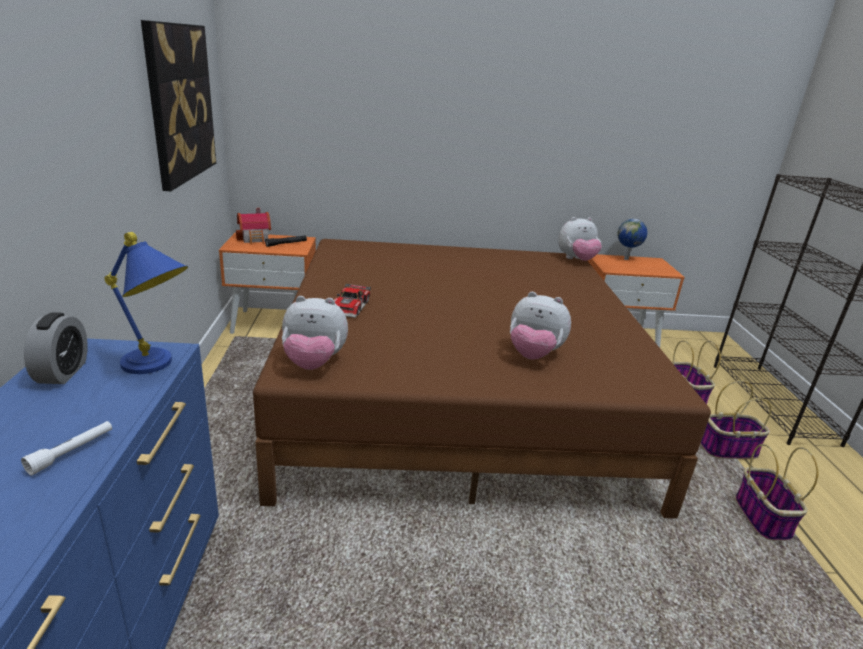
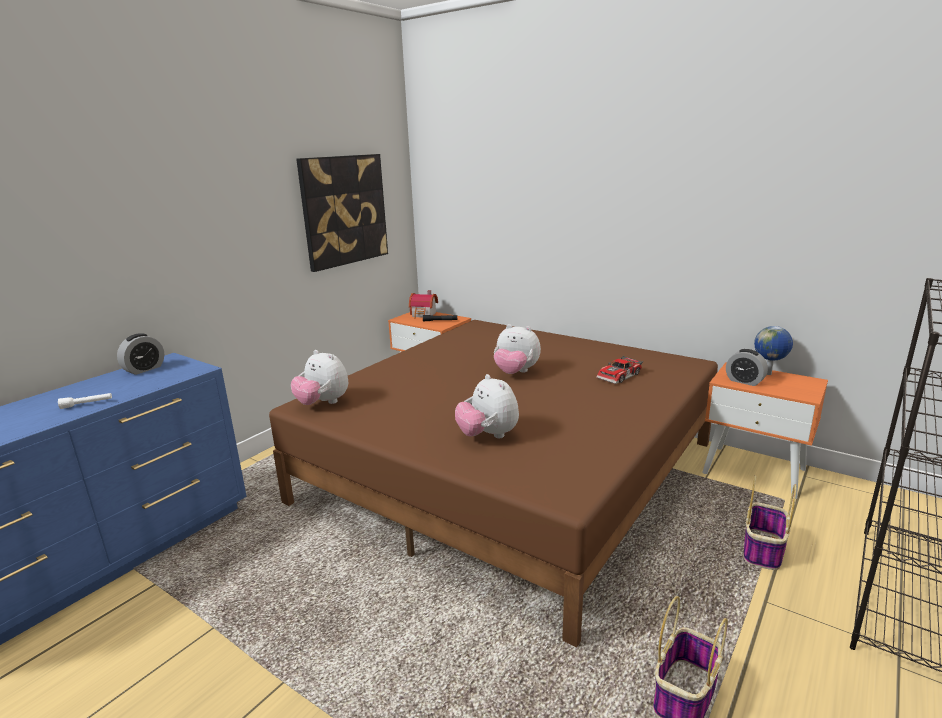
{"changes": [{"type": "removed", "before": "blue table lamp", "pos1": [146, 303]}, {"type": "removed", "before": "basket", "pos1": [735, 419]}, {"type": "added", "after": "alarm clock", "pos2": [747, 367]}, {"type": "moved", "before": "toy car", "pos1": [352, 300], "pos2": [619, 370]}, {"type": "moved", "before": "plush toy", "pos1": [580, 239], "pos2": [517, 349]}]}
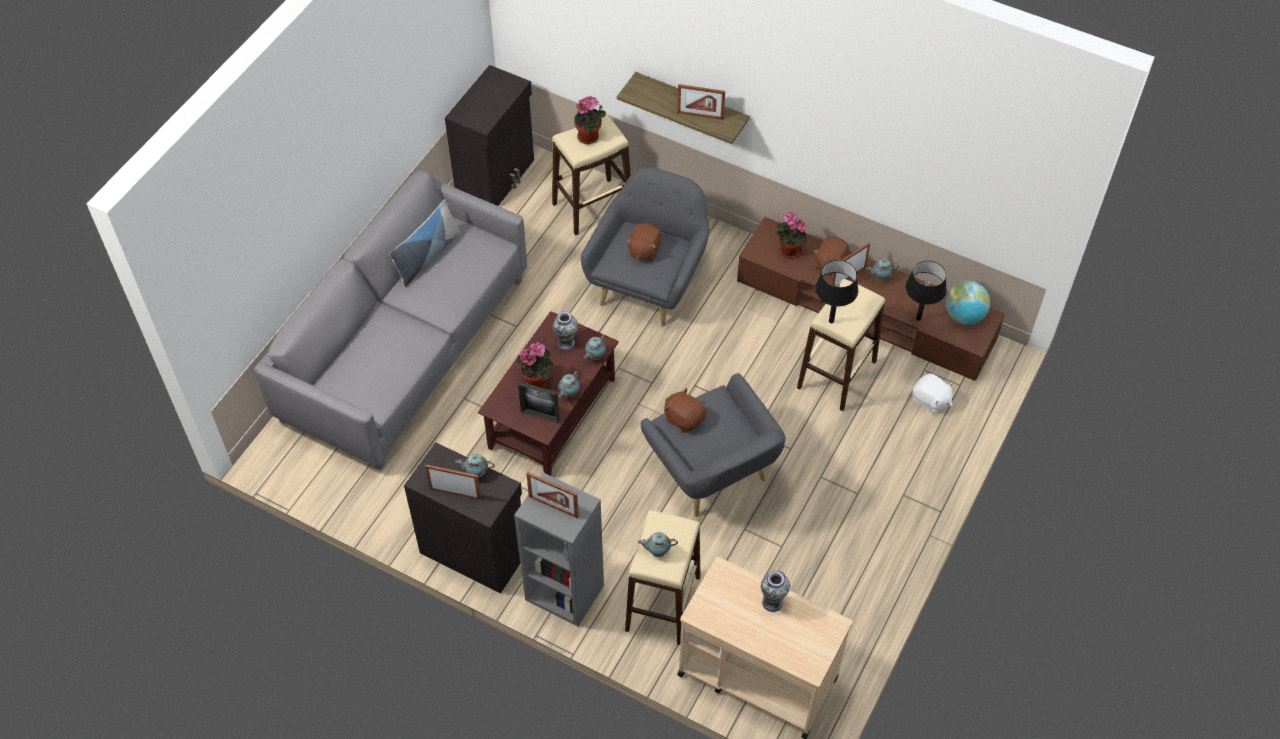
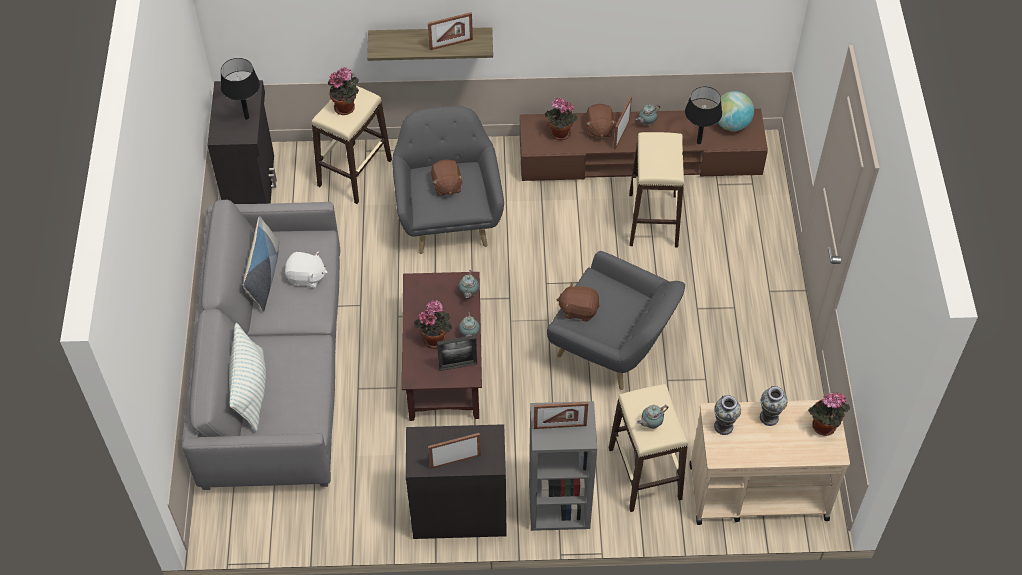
{"changes": [{"type": "removed", "before": "teapot", "pos1": [475, 465]}, {"type": "added", "after": "pillow", "pos2": [247, 377]}, {"type": "added", "after": "potted plant", "pos2": [829, 414]}, {"type": "moved", "before": "vase", "pos1": [565, 331], "pos2": [727, 415]}, {"type": "moved", "before": "black table lamp", "pos1": [836, 291], "pos2": [240, 89]}, {"type": "moved", "before": "white plush toy", "pos1": [933, 394], "pos2": [306, 270]}]}
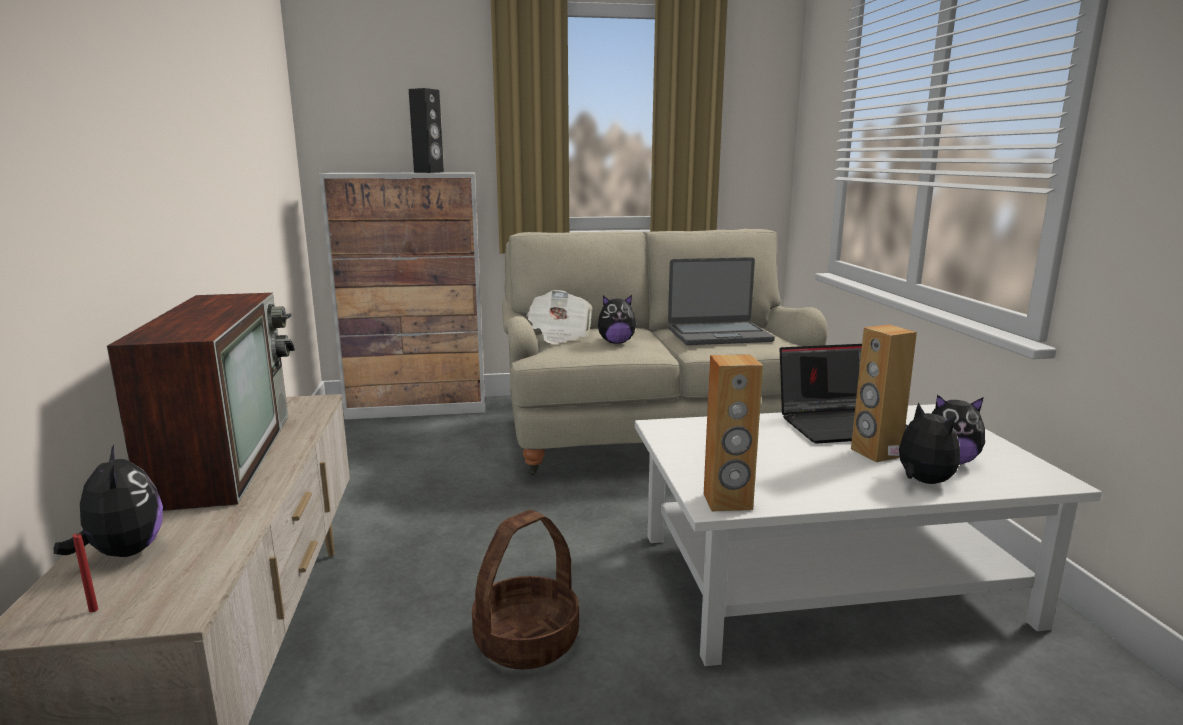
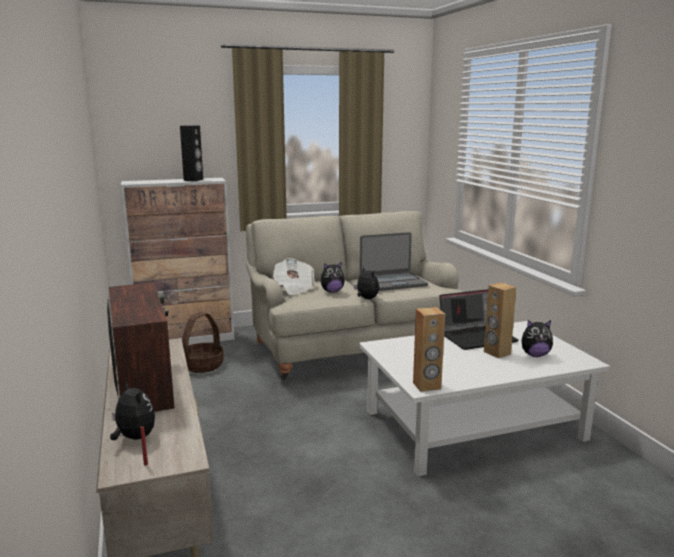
{"changes": [{"type": "moved", "before": "basket", "pos1": [525, 590], "pos2": [203, 342]}, {"type": "moved", "before": "plush toy", "pos1": [924, 443], "pos2": [366, 282]}]}
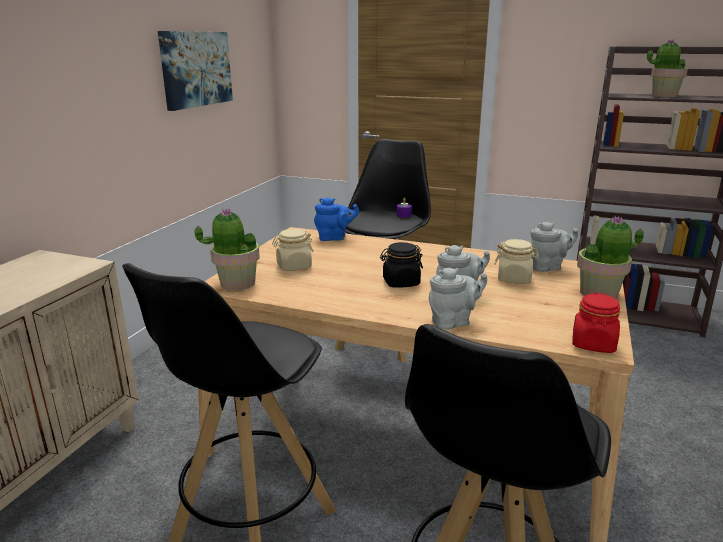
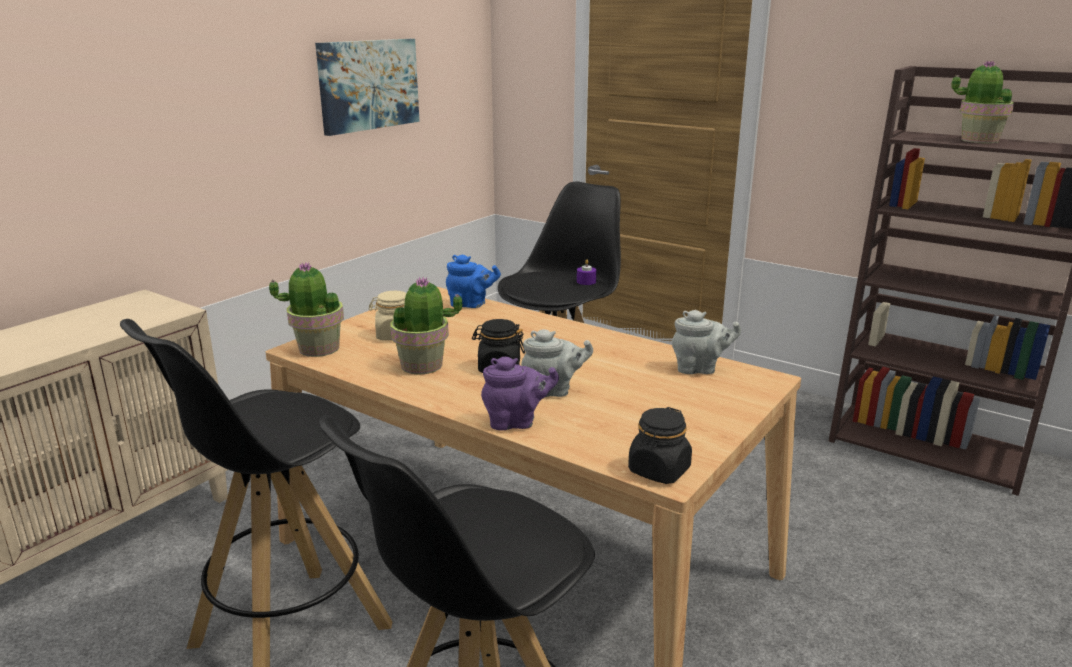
{"changes": [{"type": "removed", "before": "beige jar", "pos1": [517, 261]}, {"type": "moved", "before": "potted plant", "pos1": [610, 257], "pos2": [426, 326]}, {"type": "recoloured", "before": "grey teapot", "after": "purple teapot", "pos1": [458, 299], "pos2": [520, 393]}, {"type": "recoloured", "before": "red jar", "after": "black jar", "pos1": [596, 323], "pos2": [660, 445]}]}
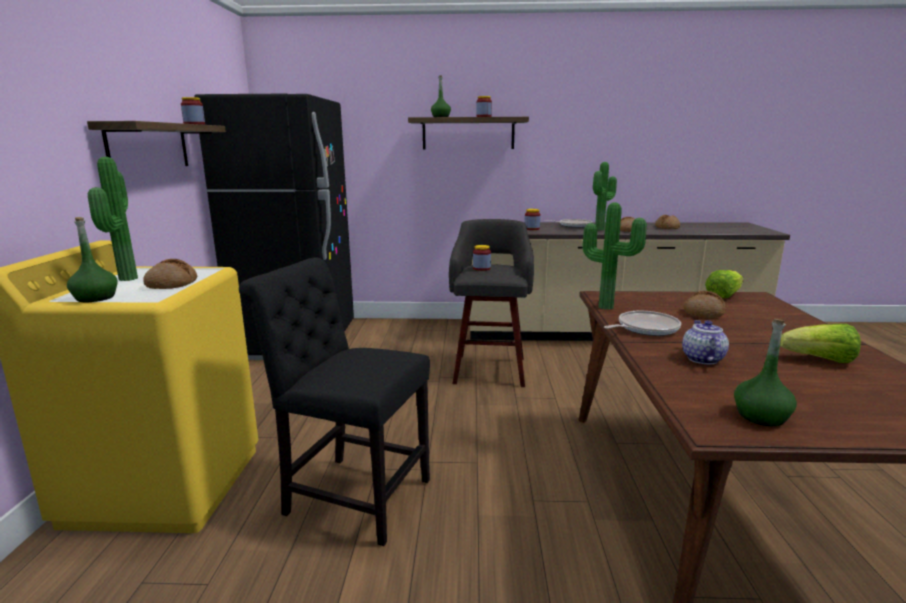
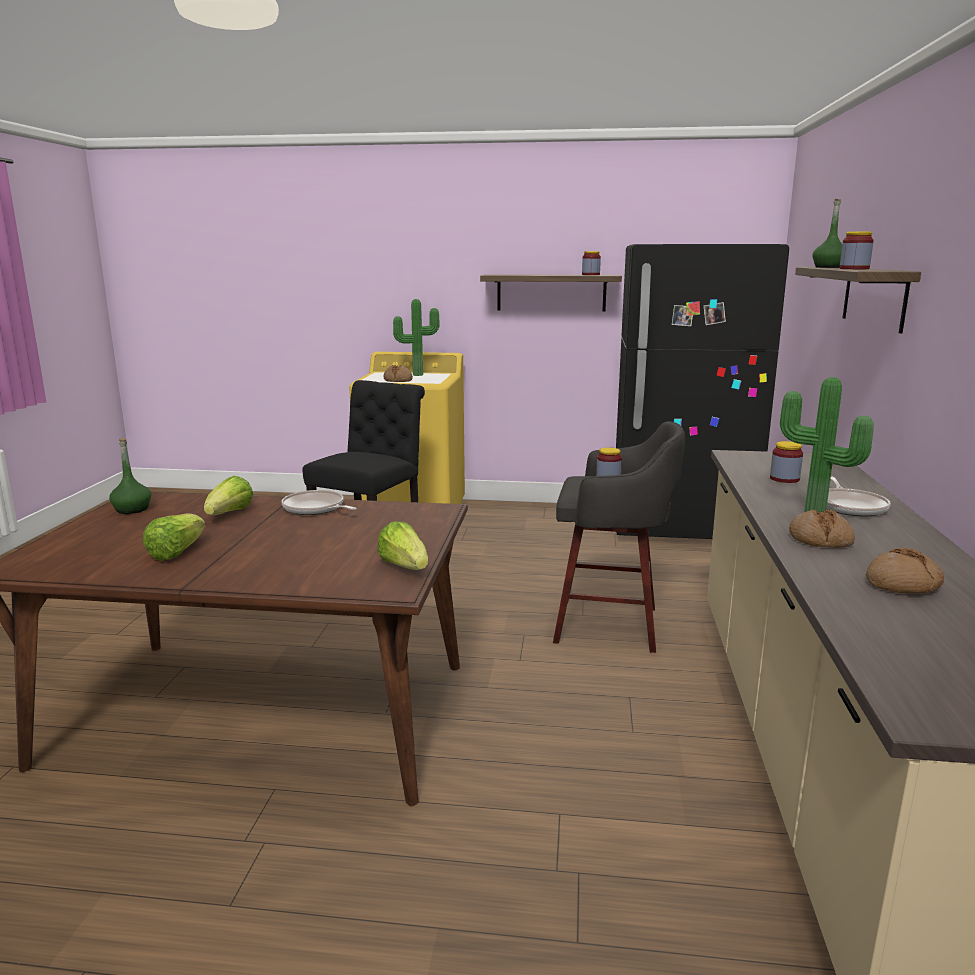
{"changes": [{"type": "removed", "before": "green bottle", "pos1": [92, 259]}, {"type": "removed", "before": "potted plant", "pos1": [614, 256]}, {"type": "removed", "before": "bread", "pos1": [704, 304]}, {"type": "replaced", "before": "teapot", "after": "lettuce", "pos1": [705, 342], "pos2": [229, 495]}, {"type": "turned", "before": "frying pan", "pos1": [642, 323], "pos2": [319, 502], "turn": 150}]}
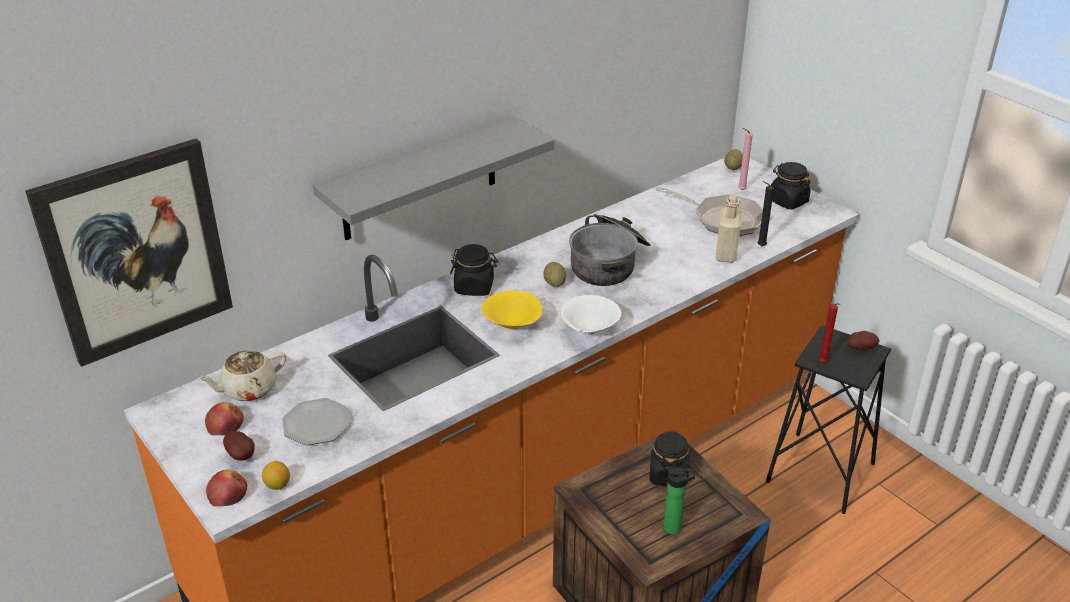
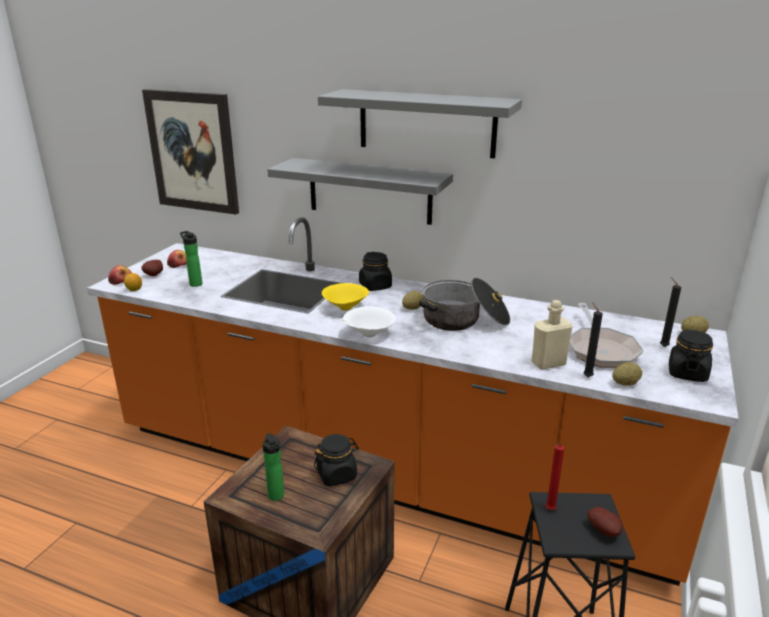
{"changes": [{"type": "removed", "before": "beige teapot", "pos1": [242, 375]}, {"type": "added", "after": "grey shelf", "pos2": [420, 124]}, {"type": "added", "after": "potato", "pos2": [627, 374]}, {"type": "replaced", "before": "plate", "after": "bottle", "pos1": [316, 421], "pos2": [191, 259]}, {"type": "recoloured", "before": "pink candle", "after": "black candle", "pos1": [745, 159], "pos2": [670, 312]}]}
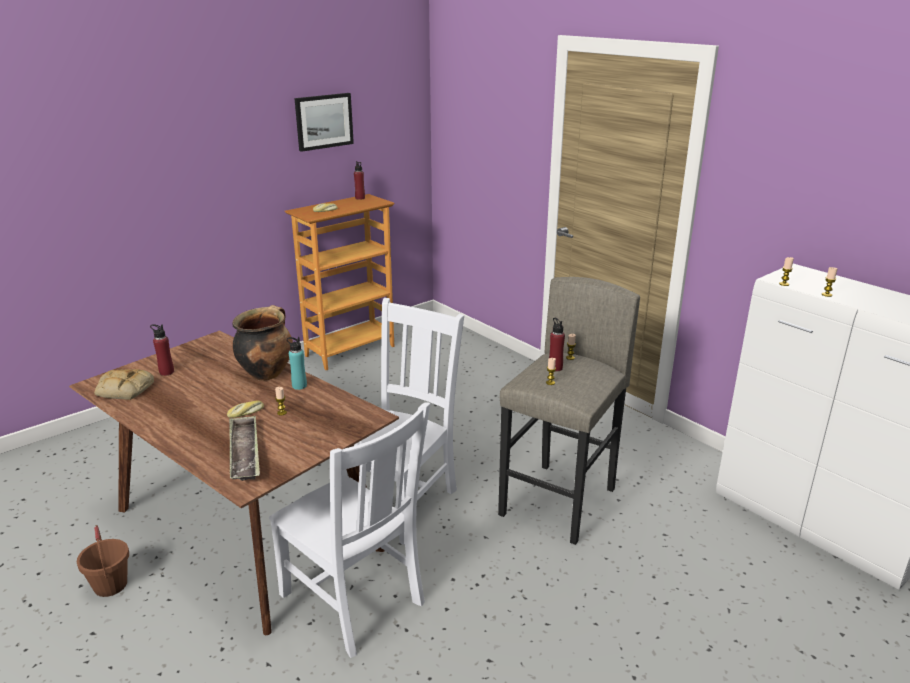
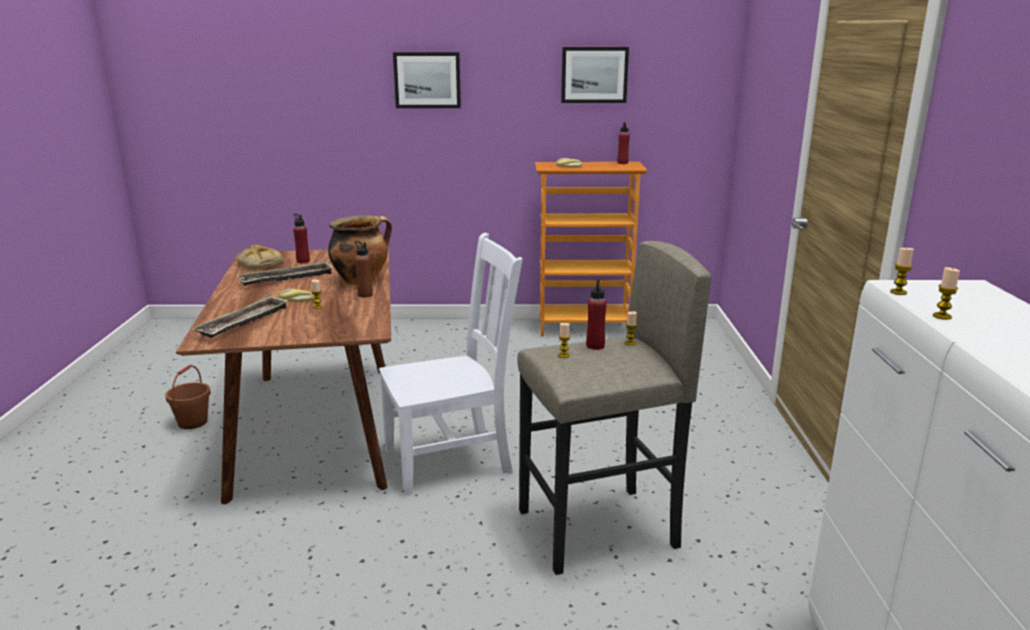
{"changes": [{"type": "removed", "before": "white chair", "pos1": [349, 530]}, {"type": "added", "after": "tray", "pos2": [285, 273]}, {"type": "added", "after": "picture", "pos2": [427, 80]}, {"type": "recoloured", "before": "turquoise bottle", "after": "brown bottle", "pos1": [297, 363], "pos2": [364, 269]}]}
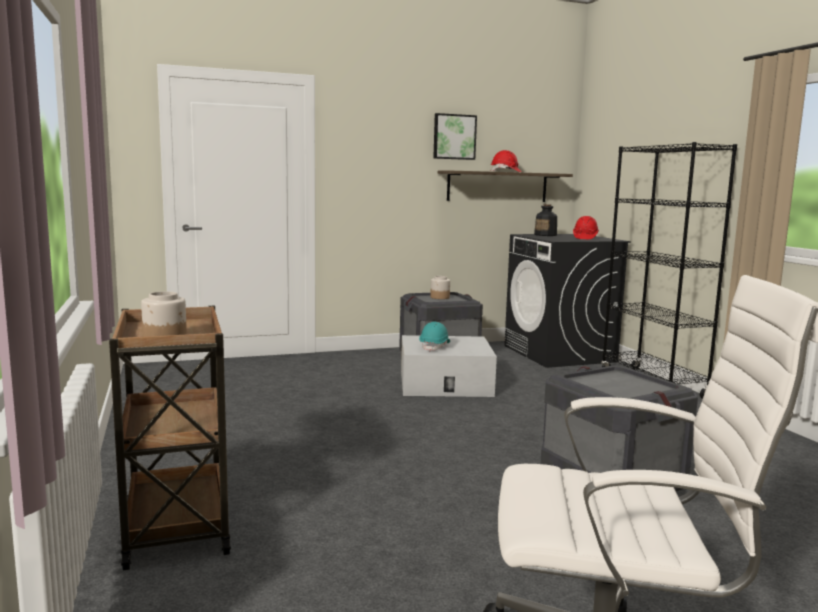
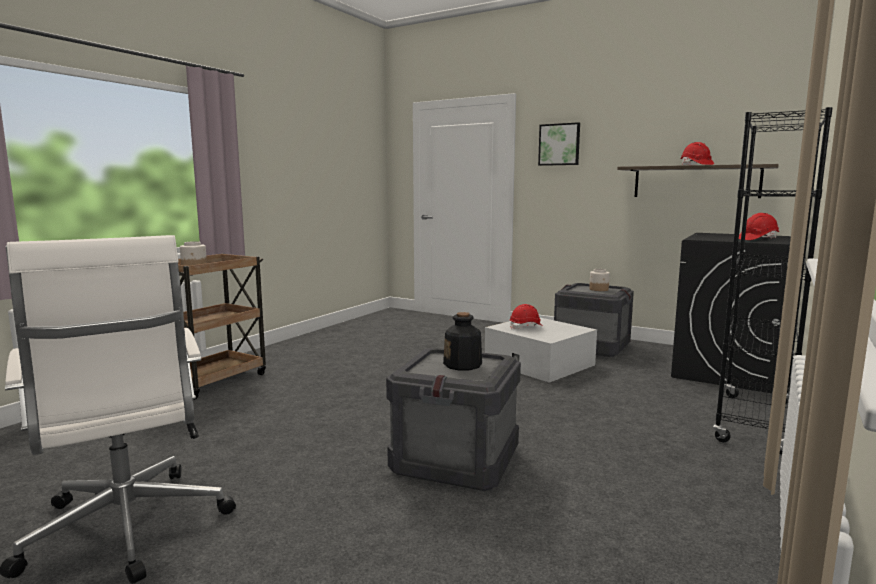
{"changes": [{"type": "moved", "before": "picture", "pos1": [455, 136], "pos2": [559, 144]}, {"type": "moved", "before": "bottle", "pos1": [545, 220], "pos2": [462, 341]}, {"type": "recoloured", "before": "turquoise hard hat", "after": "red hard hat", "pos1": [434, 337], "pos2": [527, 316]}]}
